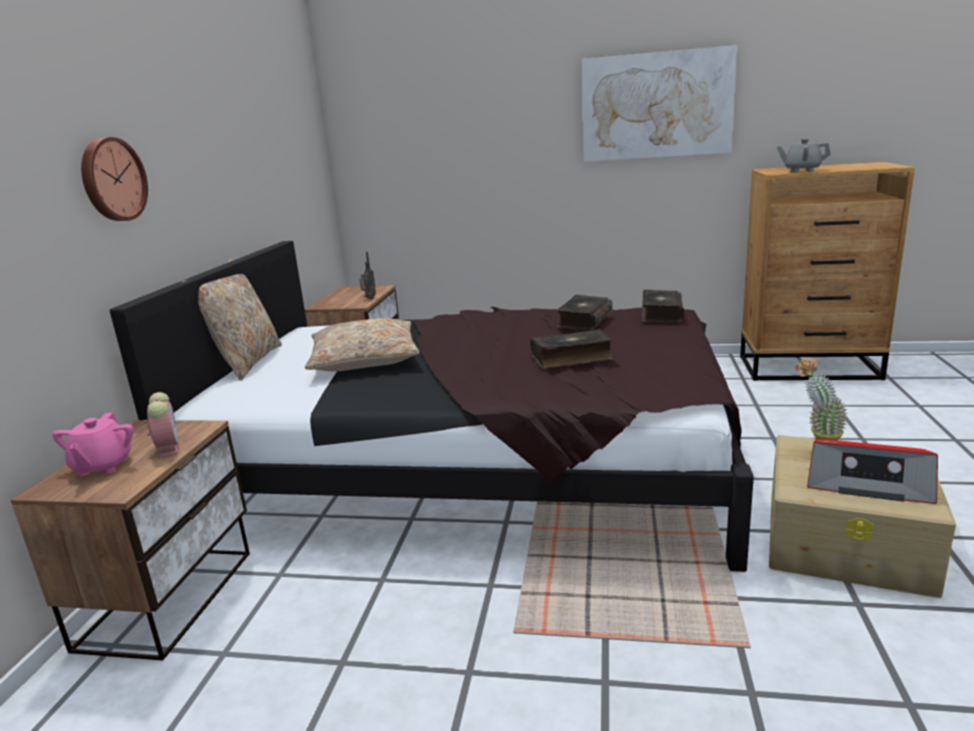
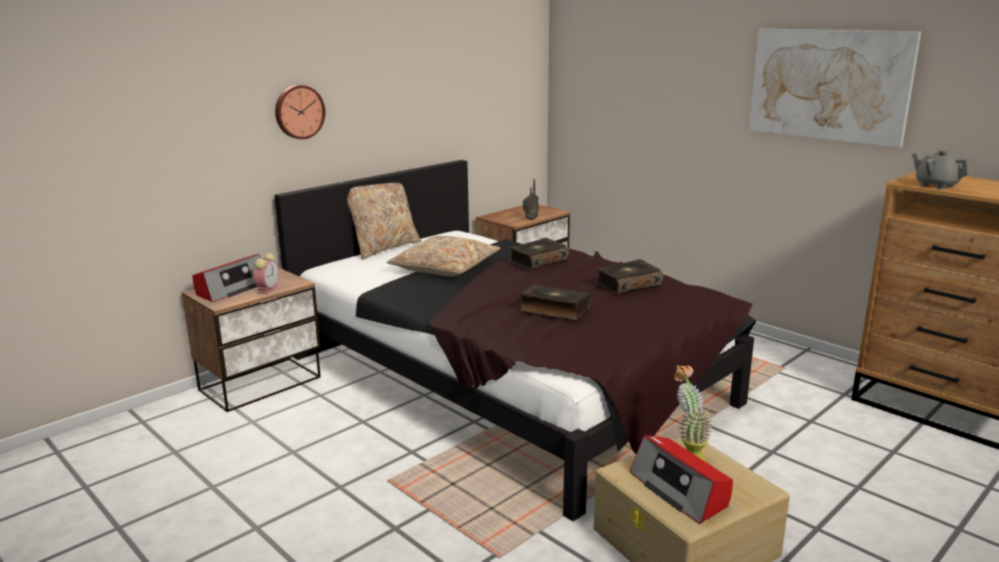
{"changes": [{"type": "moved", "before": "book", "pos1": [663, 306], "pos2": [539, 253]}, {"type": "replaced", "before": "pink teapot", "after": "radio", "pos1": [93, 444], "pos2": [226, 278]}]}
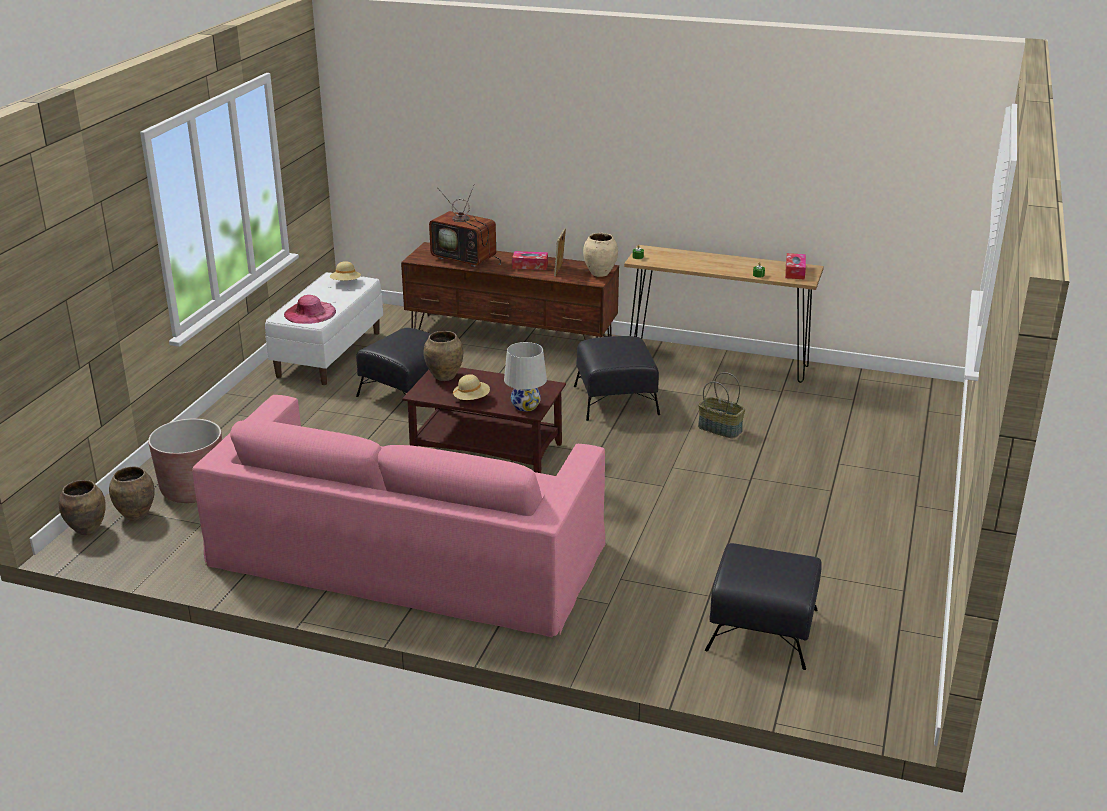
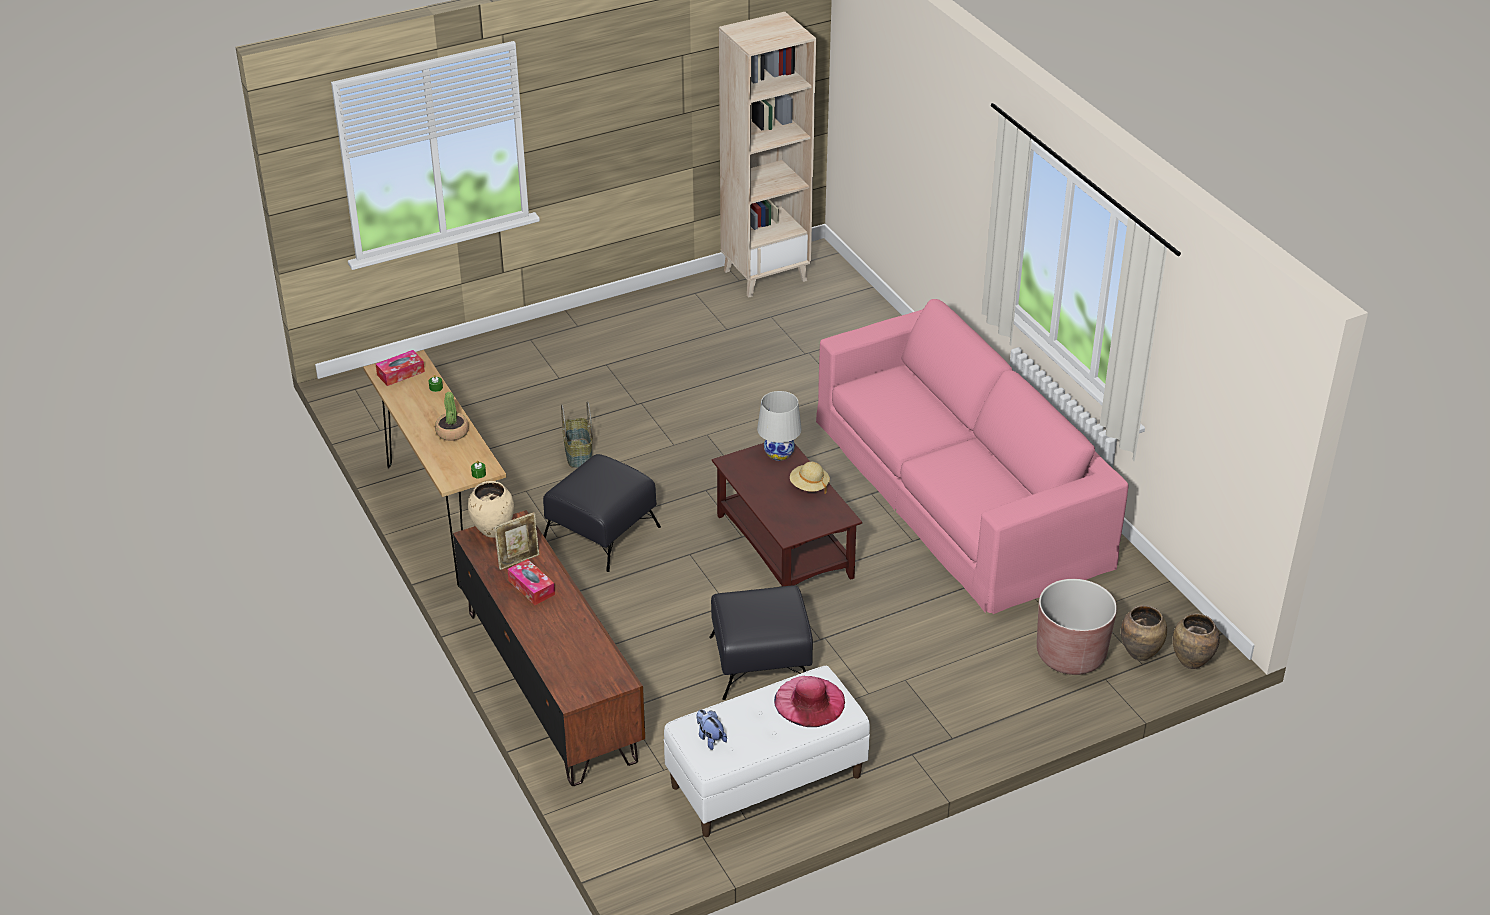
{"changes": [{"type": "removed", "before": "brown vase", "pos1": [443, 356]}, {"type": "removed", "before": "television", "pos1": [465, 225]}, {"type": "removed", "before": "black ottoman", "pos1": [763, 606]}, {"type": "added", "after": "potted plant", "pos2": [452, 416]}, {"type": "added", "after": "beige bookcase", "pos2": [767, 155]}, {"type": "replaced", "before": "beige hat", "after": "plush toy", "pos1": [345, 271], "pos2": [711, 730]}]}
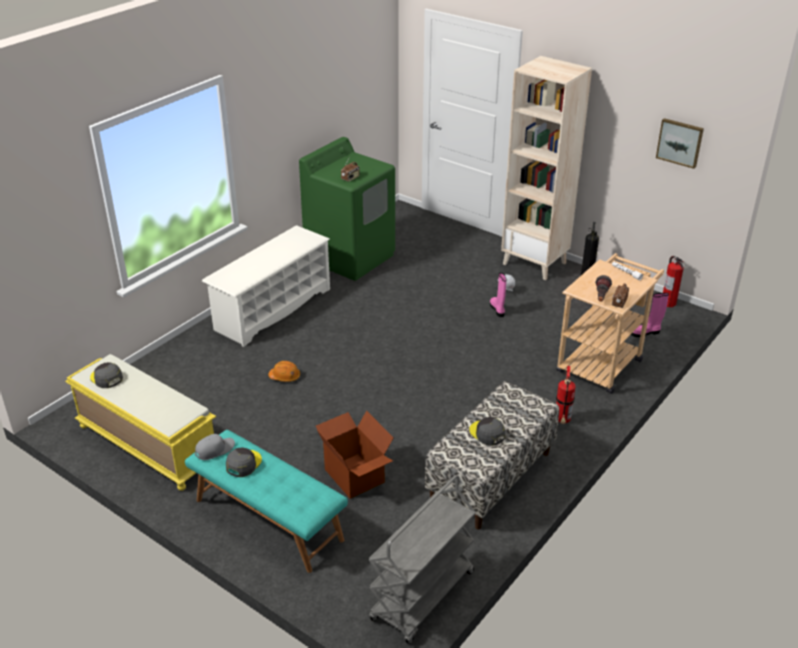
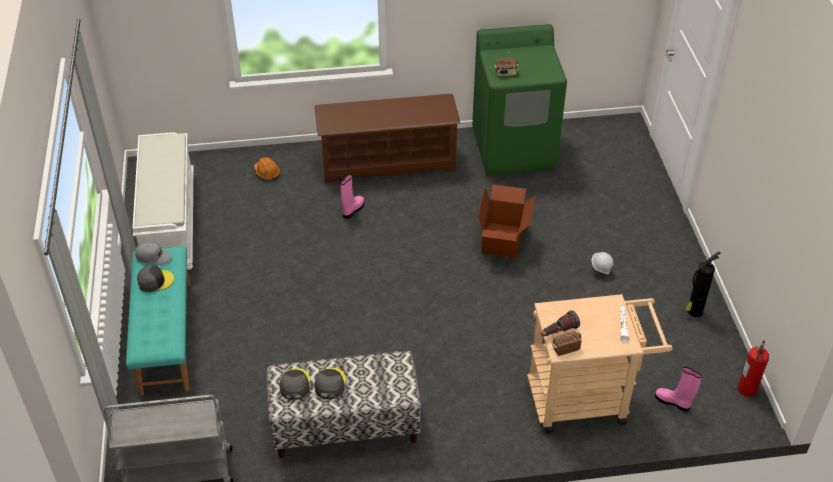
{"changes": [{"type": "removed", "before": "beige bookcase", "pos1": [546, 168]}, {"type": "removed", "before": "fire extinguisher", "pos1": [565, 395]}, {"type": "removed", "before": "picture", "pos1": [680, 143]}, {"type": "moved", "before": "grey cap", "pos1": [106, 375], "pos2": [294, 384]}, {"type": "moved", "before": "orange hard hat", "pos1": [284, 371], "pos2": [267, 168]}, {"type": "moved", "before": "cardboard box", "pos1": [355, 454], "pos2": [507, 221]}, {"type": "moved", "before": "pink boot", "pos1": [498, 295], "pos2": [353, 196]}, {"type": "recoloured", "before": "yellow bench", "after": "white bench", "pos1": [140, 422], "pos2": [163, 201]}, {"type": "recoloured", "before": "white shoe rack", "after": "brown shoe rack", "pos1": [266, 286], "pos2": [388, 138]}]}
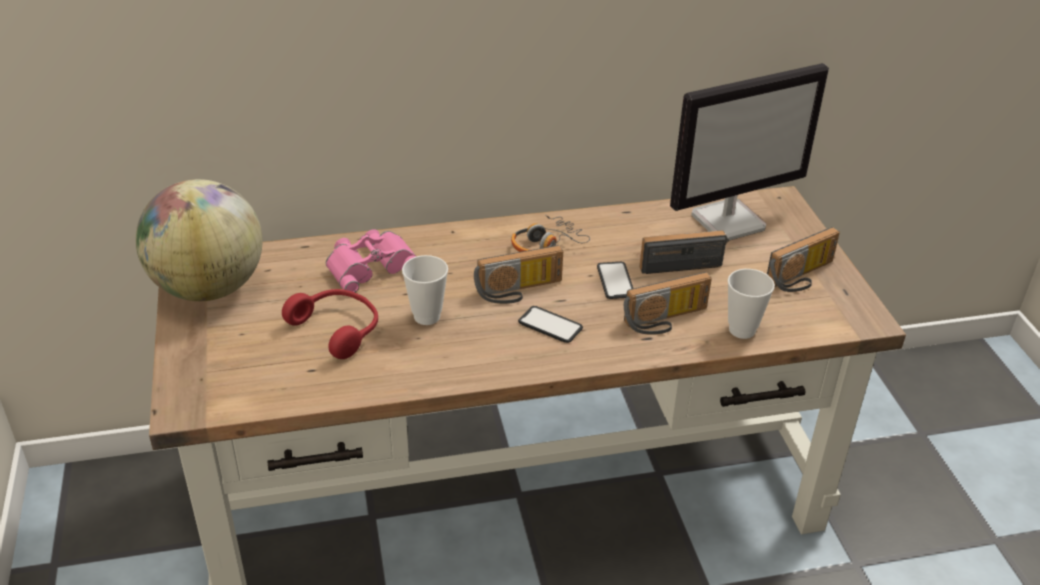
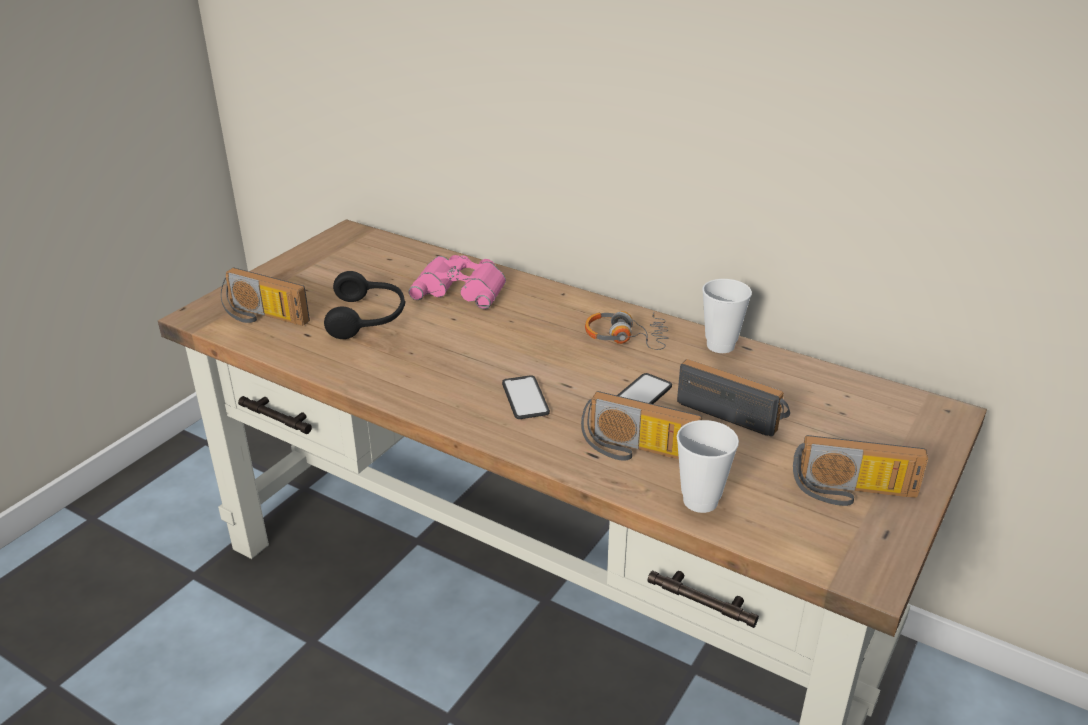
{"changes": [{"type": "removed", "before": "globe", "pos1": [199, 240]}, {"type": "removed", "before": "monitor", "pos1": [749, 152]}, {"type": "moved", "before": "cup", "pos1": [425, 290], "pos2": [727, 316]}, {"type": "moved", "before": "radio", "pos1": [518, 274], "pos2": [265, 297]}, {"type": "recoloured", "before": "red headphones", "after": "black headphones", "pos1": [330, 324], "pos2": [364, 305]}]}
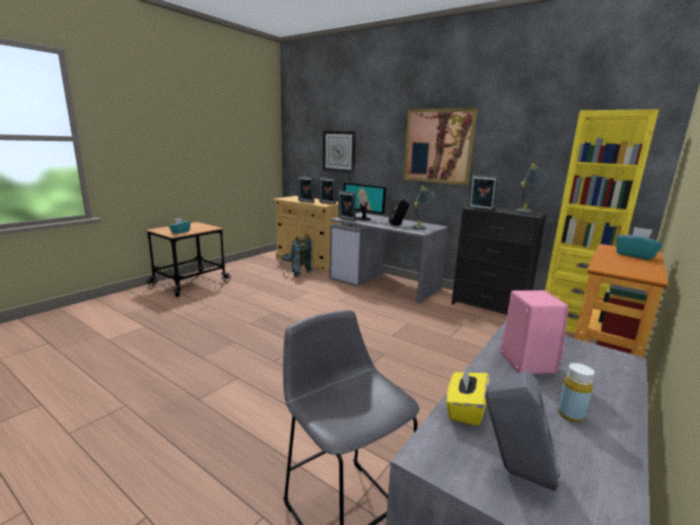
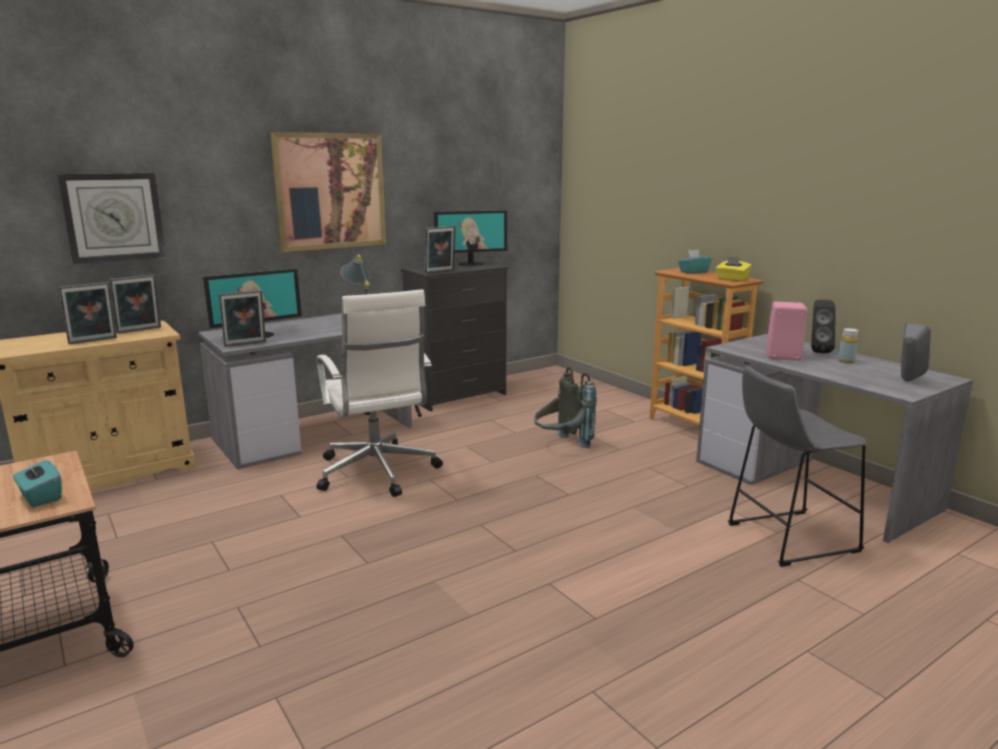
{"changes": [{"type": "removed", "before": "yellow bookcase", "pos1": [602, 221]}, {"type": "added", "after": "white office chair", "pos2": [380, 393]}, {"type": "moved", "before": "grey backpack", "pos1": [297, 255], "pos2": [565, 407]}, {"type": "moved", "before": "black speaker", "pos1": [399, 212], "pos2": [823, 326]}, {"type": "moved", "before": "yellow tissue box", "pos1": [467, 396], "pos2": [734, 269]}, {"type": "replaced", "before": "grey table lamp", "after": "monitor", "pos1": [531, 188], "pos2": [470, 238]}]}
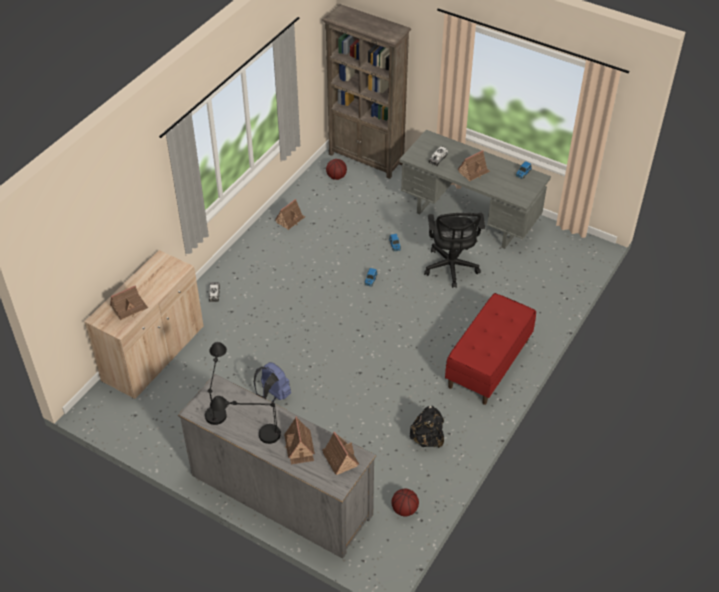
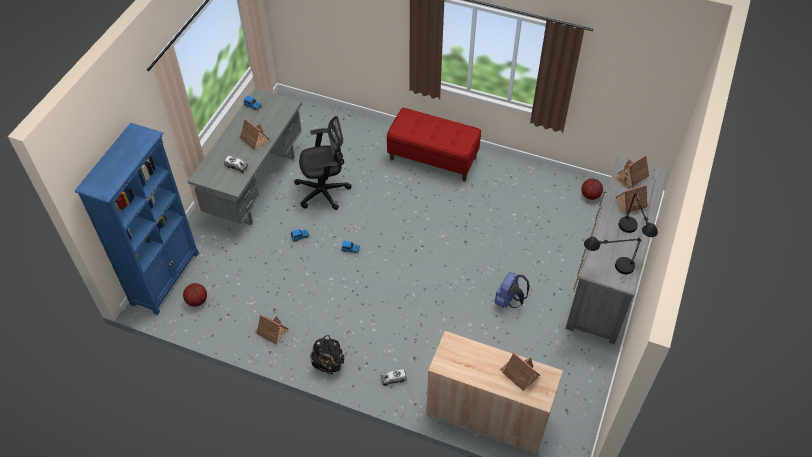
{"changes": [{"type": "moved", "before": "black backpack", "pos1": [427, 427], "pos2": [327, 354]}, {"type": "recoloured", "before": "brown bookcase", "after": "blue bookcase", "pos1": [366, 91], "pos2": [137, 219]}]}
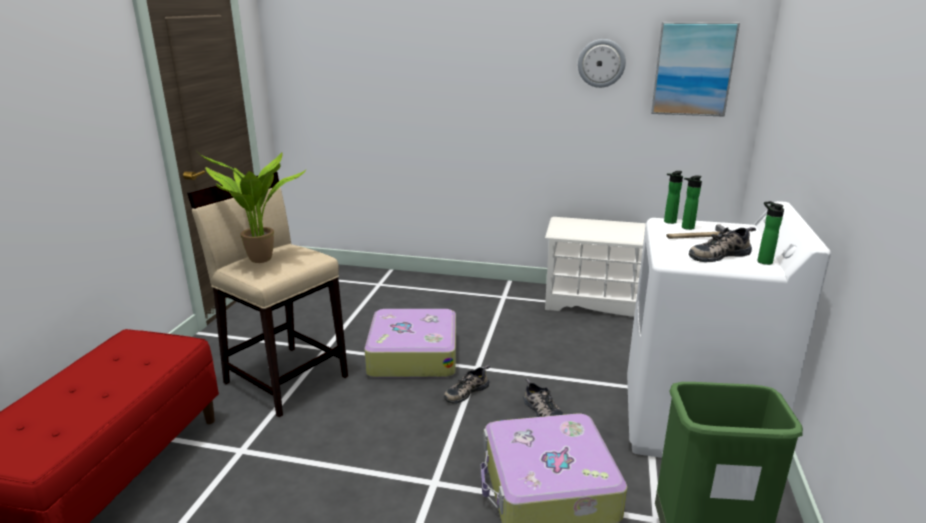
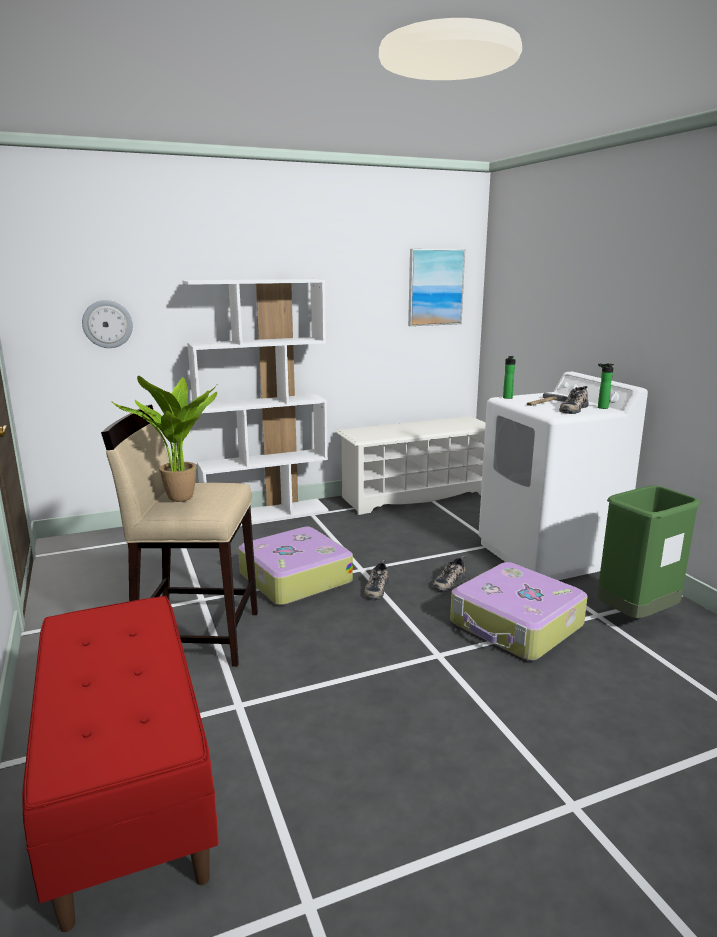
{"changes": [{"type": "removed", "before": "bottle", "pos1": [692, 203]}, {"type": "added", "after": "white bookcase", "pos2": [255, 402]}, {"type": "moved", "before": "wall clock", "pos1": [602, 63], "pos2": [107, 324]}, {"type": "turned", "before": "shoe", "pos1": [544, 398], "pos2": [449, 574], "turn": 105}]}
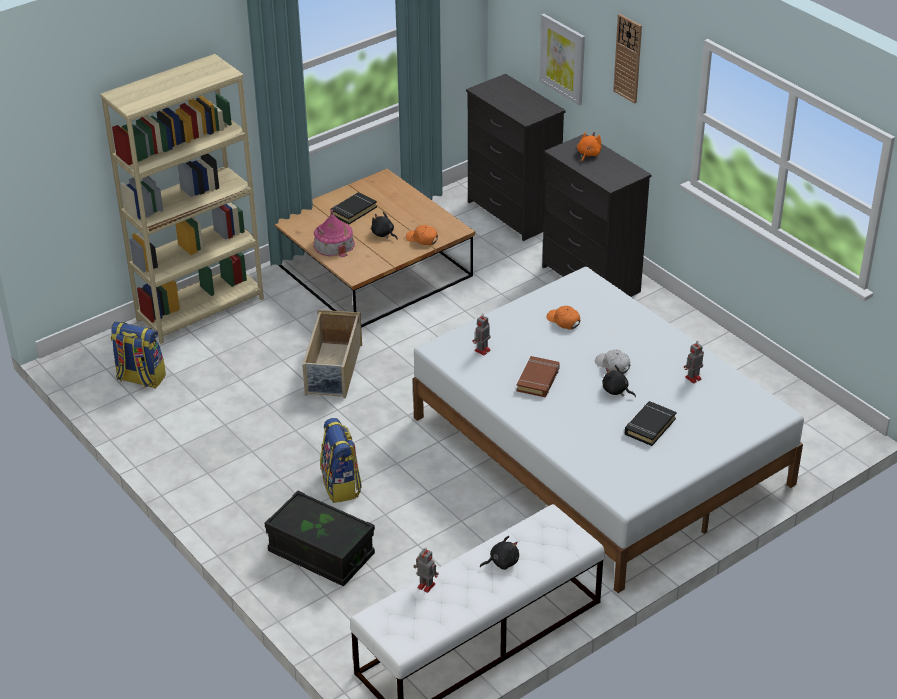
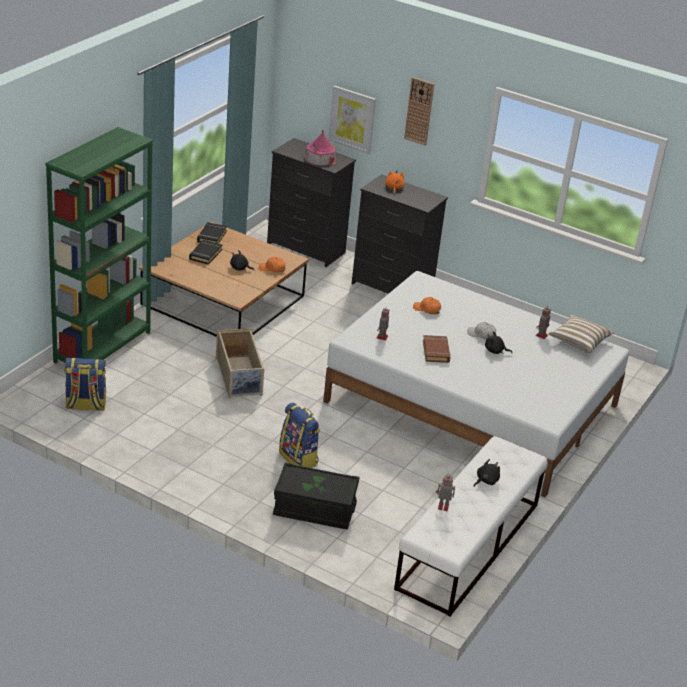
{"changes": [{"type": "added", "after": "pillow", "pos2": [581, 334]}, {"type": "moved", "before": "toy house", "pos1": [334, 233], "pos2": [320, 147]}, {"type": "moved", "before": "black book", "pos1": [650, 423], "pos2": [212, 233]}, {"type": "recoloured", "before": "beige bookcase", "after": "green bookcase", "pos1": [182, 199], "pos2": [99, 245]}]}
